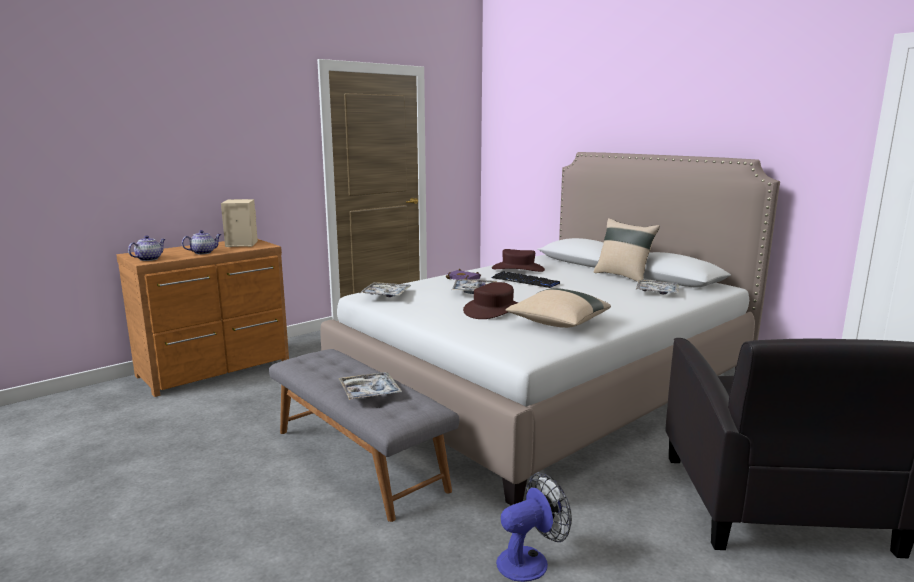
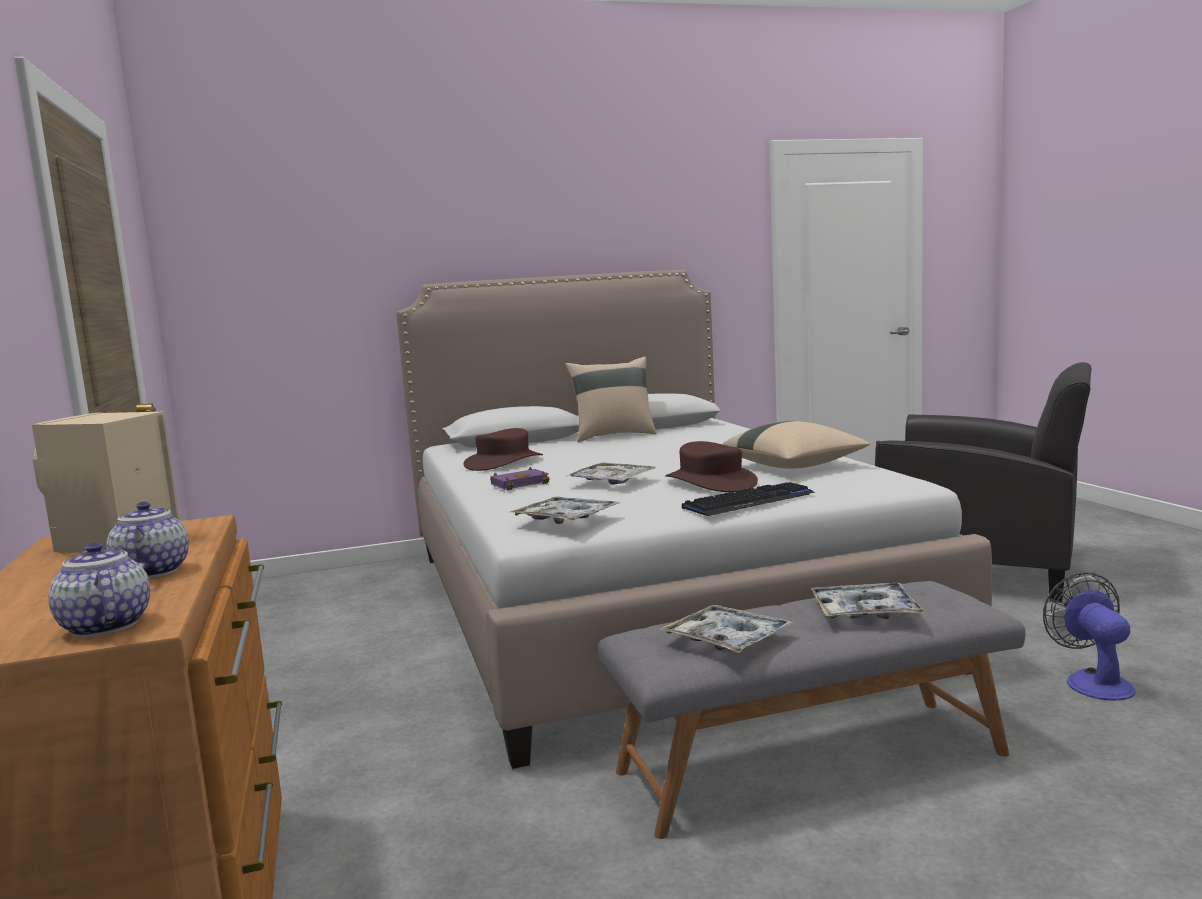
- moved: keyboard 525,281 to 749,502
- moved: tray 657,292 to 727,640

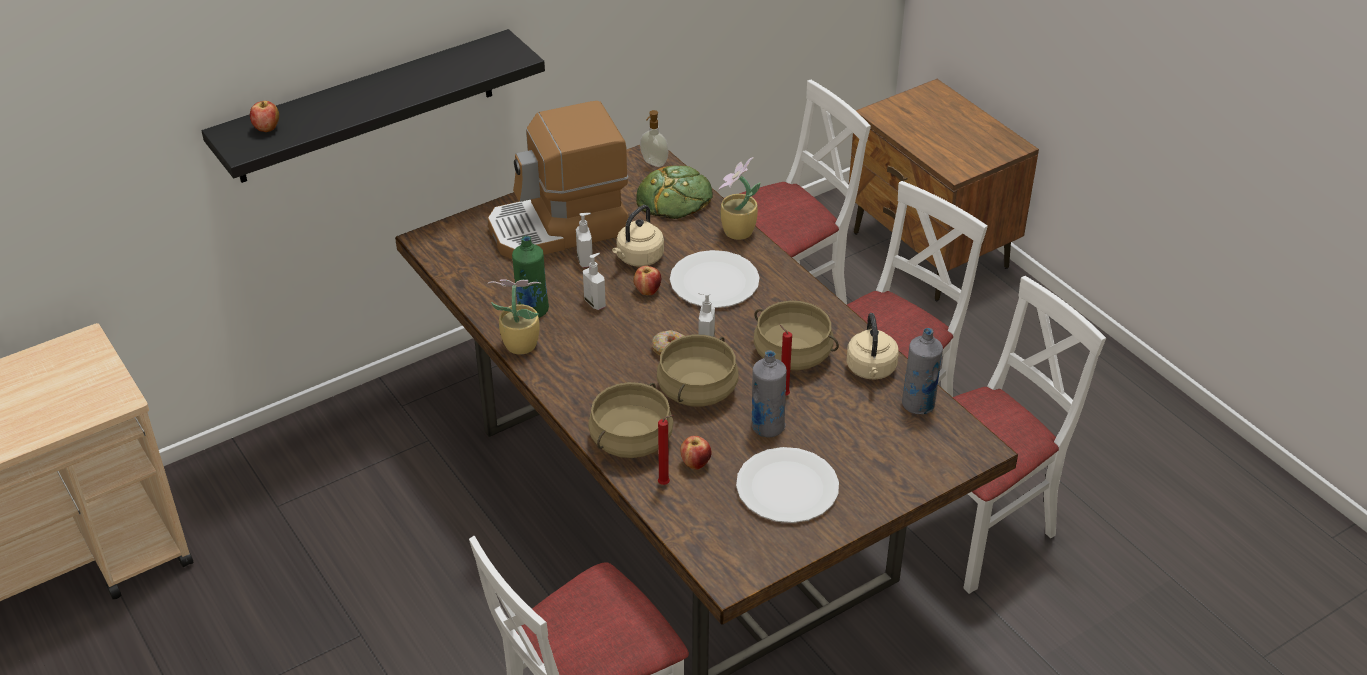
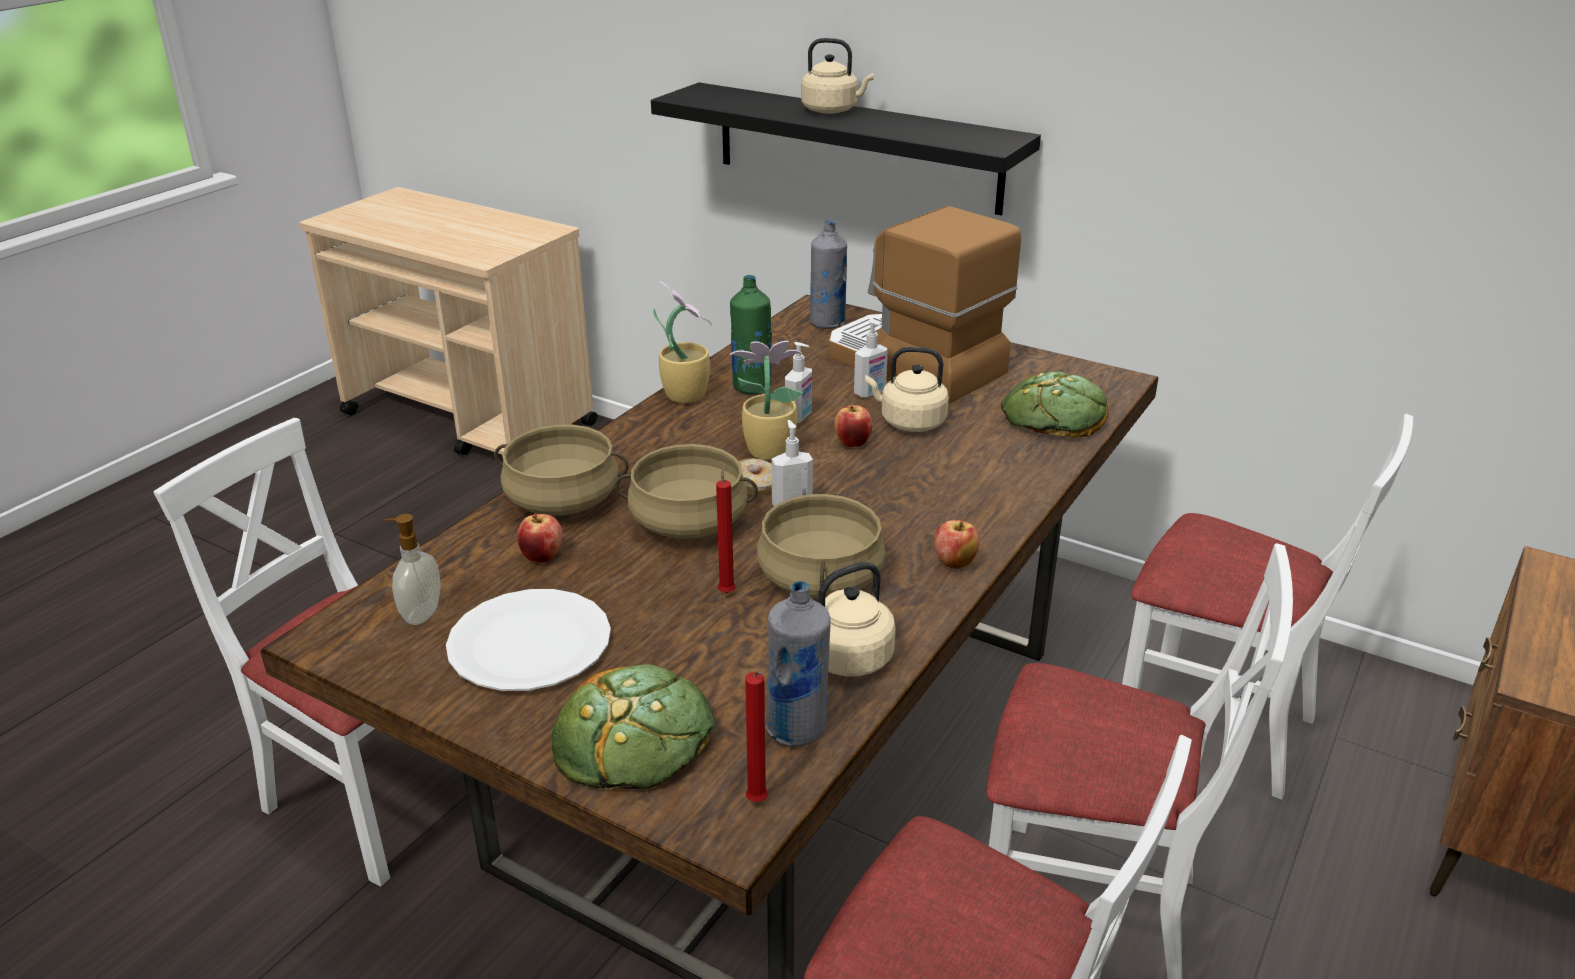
- removed: whitish dinner plate 714,281
- added: bakery bread 634,738
- added: beige-coloured kettle 832,110
- moved: apple fruit 267,128 to 954,563
- moved: soap dispenser 653,163 to 420,613
- moved: red-coloured wax light 665,484 to 758,803
- moved: plant in a pot 737,233 to 767,451
- moved: greyish bottle 767,427 to 827,323

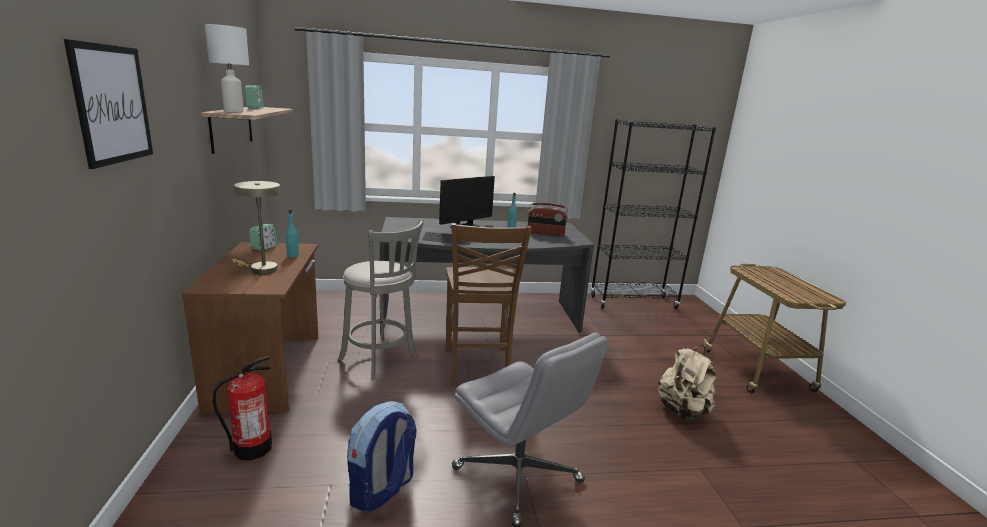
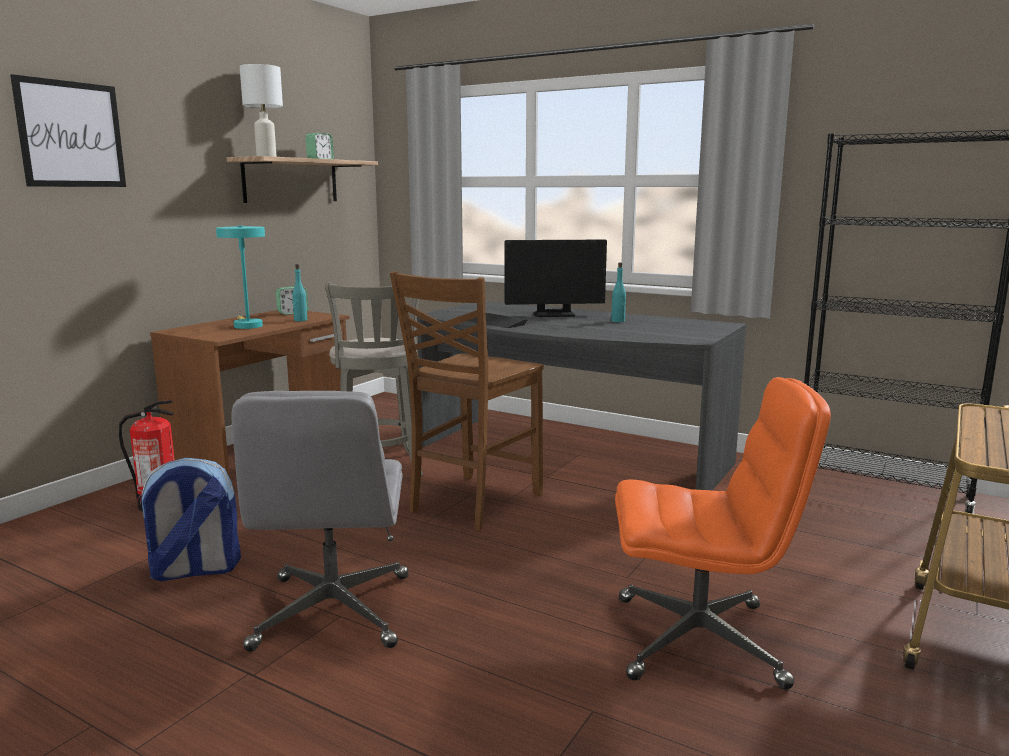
- removed: radio set 545,233
- replaced: beige-coloured knapsack 682,411 to orangey computer chair 700,640
- recoloured: beige-coloured tabletop lamp 260,269 to blue-green tabletop lamp 247,325

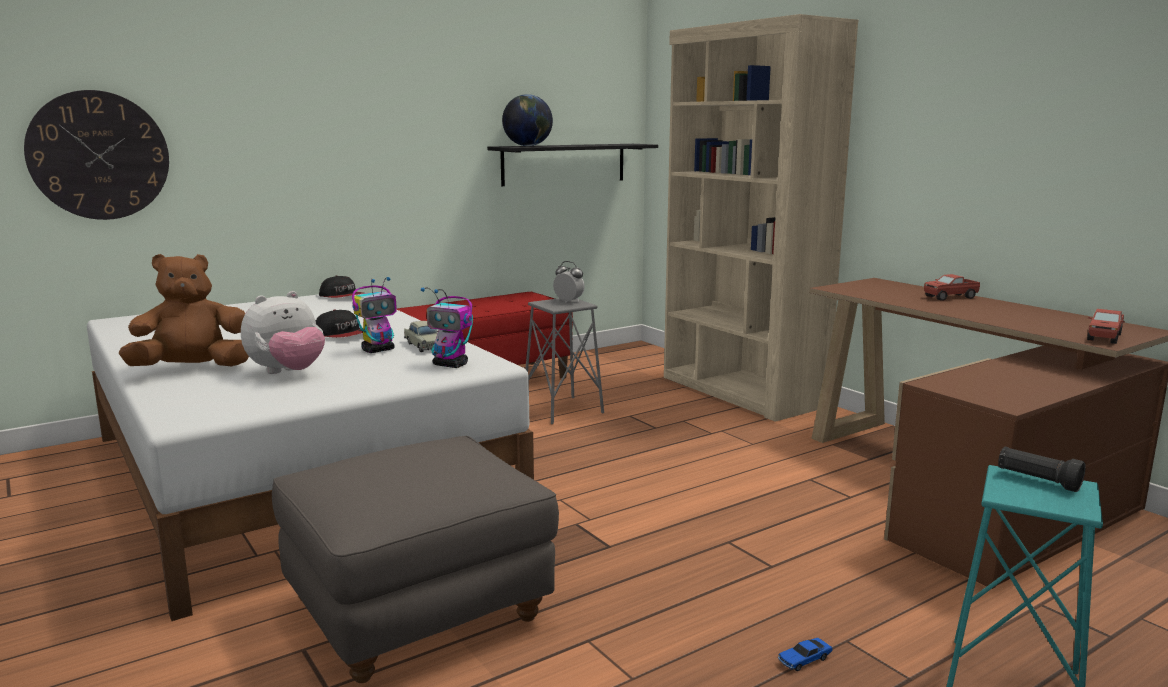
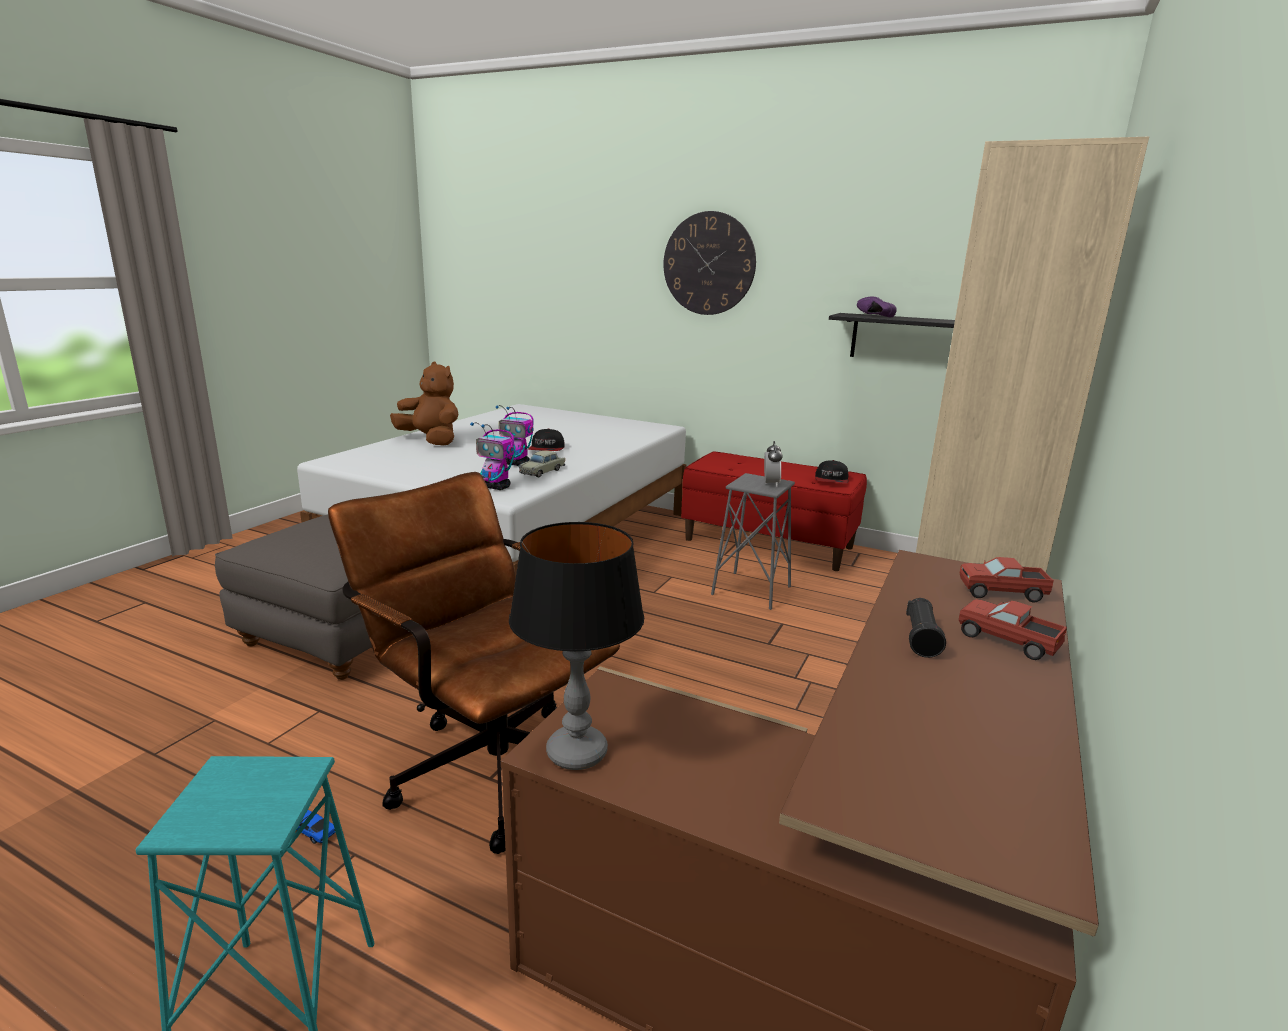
- removed: cuddly toy 288,373
- added: brown-coloured computer chair 486,762
- added: tabletop lamp 576,753
- moved: clock on the wall 99,155 to 709,264
- moved: cap 342,296 to 831,480
- moved: blackish flashlight 1037,480 to 921,638
- moved: model truck 1104,337 to 1001,593
- replaced: globe 528,146 to purple shoe 871,316
- turned: model robot 451,365 = 496,487 60 degrees counterclockwise

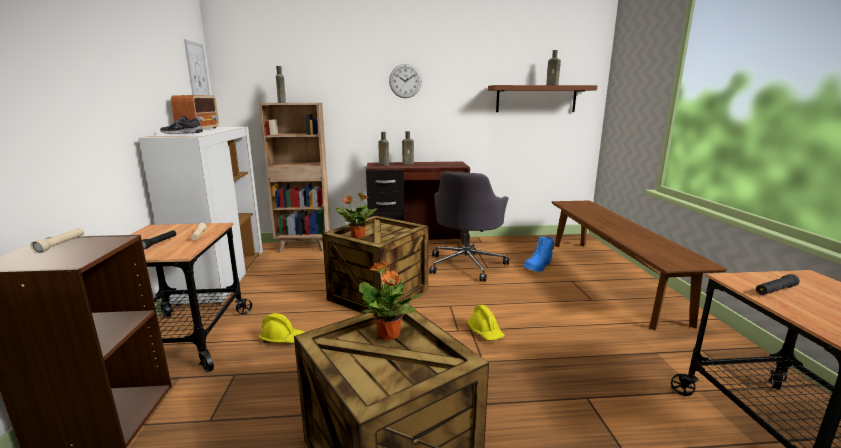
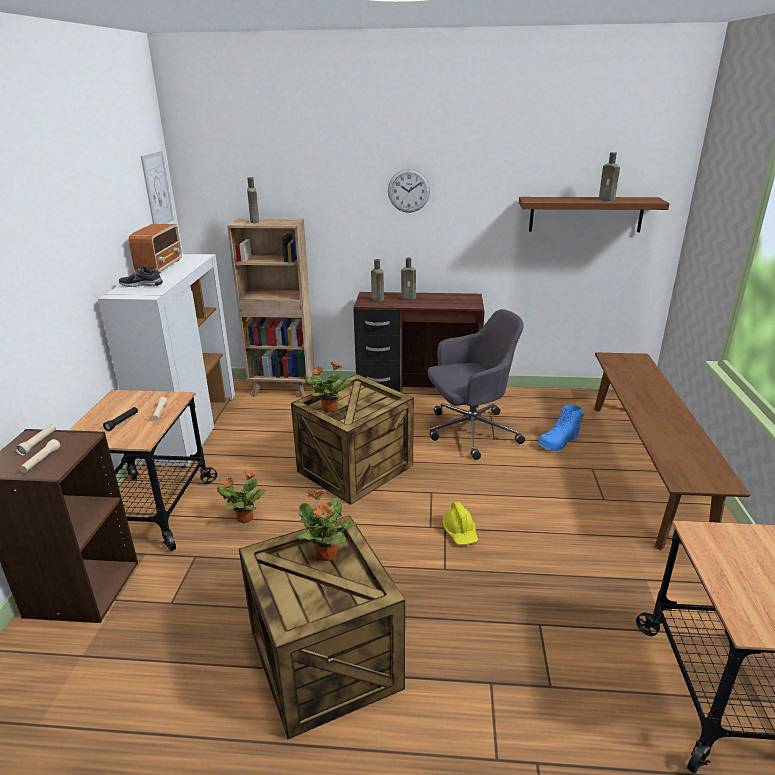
- removed: blackish flashlight 775,290
- added: beige-coloured flashlight 41,461
- replaced: yellowish safety helmet 282,338 to plant in a pot 244,518
- turned: greyish computer chair 467,264 = 470,432 135 degrees counterclockwise

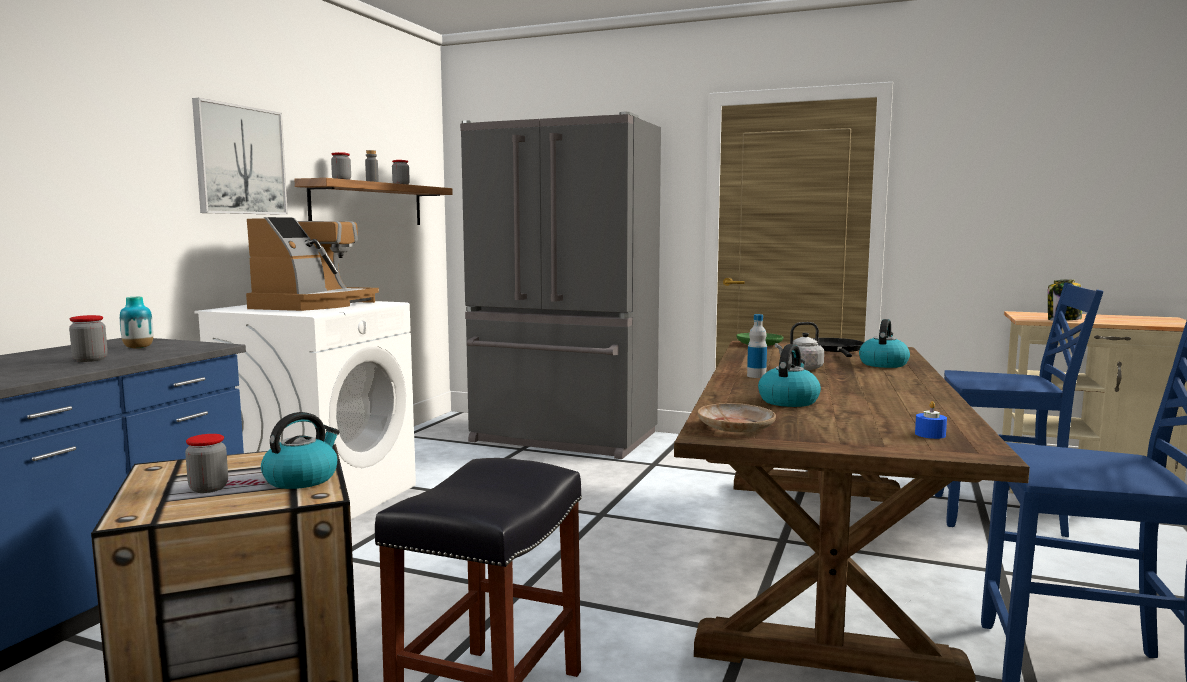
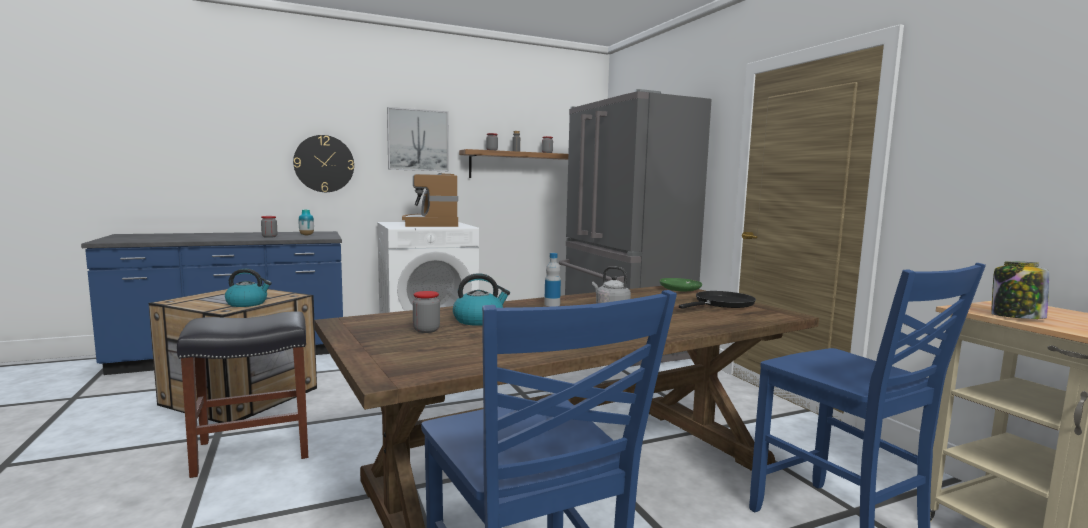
- removed: beige-coloured dinner plate 736,427
- removed: kettle 883,364
- removed: blue-coloured wax light 930,434
- added: clock on the wall 324,163
- moved: jar 208,488 to 426,330
- turned: coffee machine 314,305 = 431,224 105 degrees clockwise

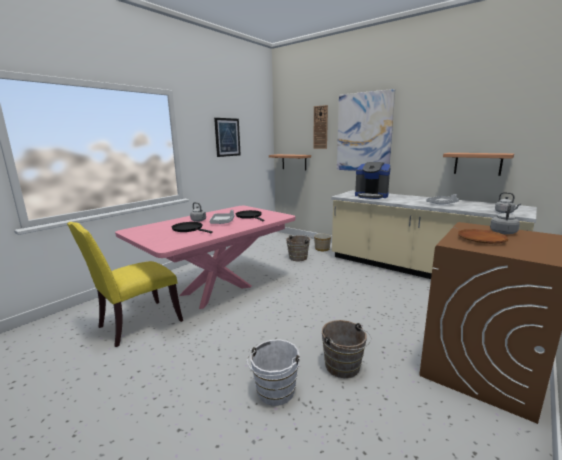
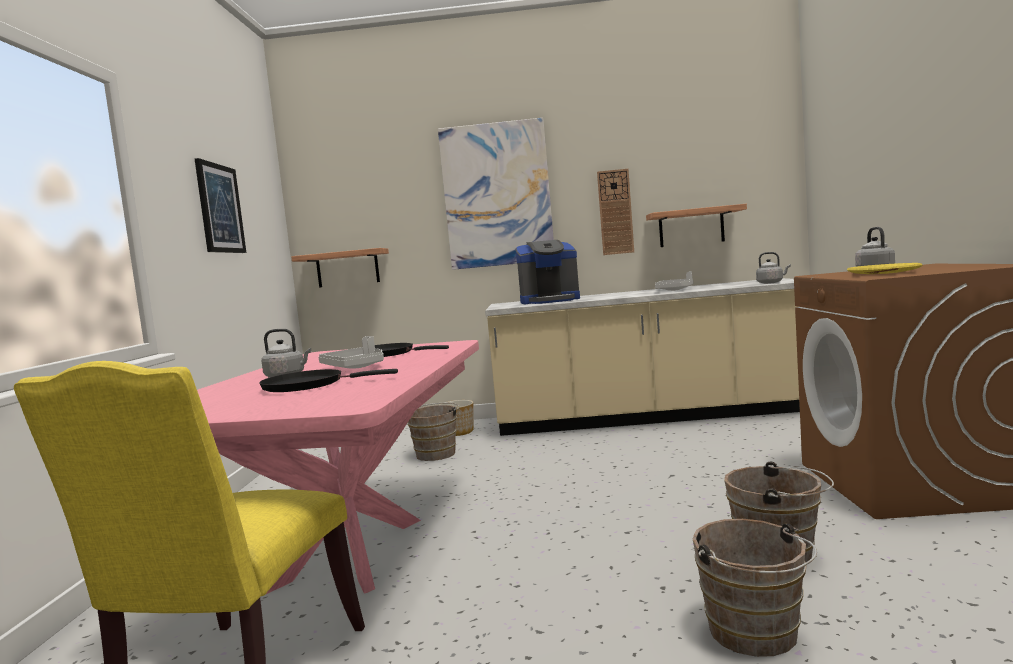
- moved: clock on the wall 320,127 to 615,212
- recoloured: whitish water bucket 274,393 to brown-coloured water bucket 756,635
- recoloured: brown-coloured dinner plate 481,239 to yellowish dinner plate 883,273

